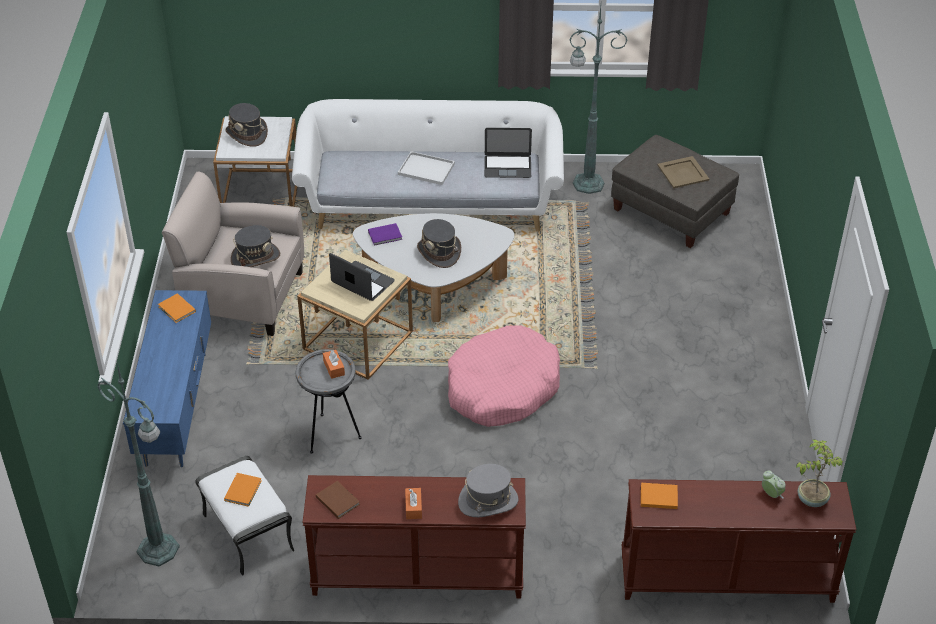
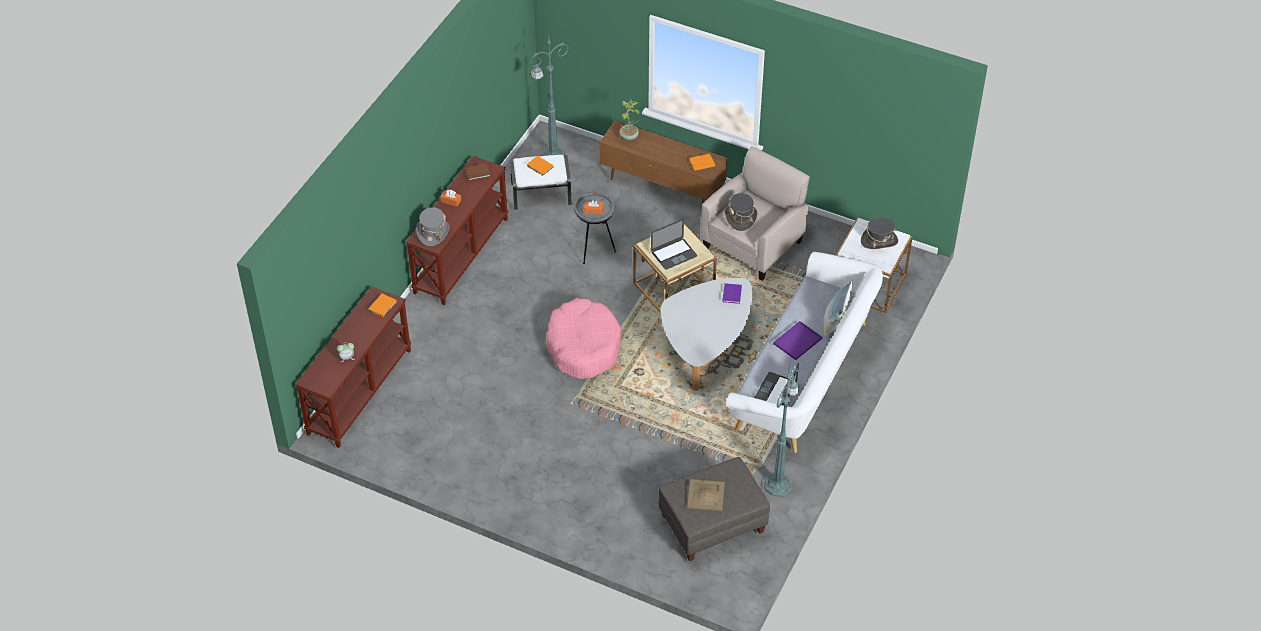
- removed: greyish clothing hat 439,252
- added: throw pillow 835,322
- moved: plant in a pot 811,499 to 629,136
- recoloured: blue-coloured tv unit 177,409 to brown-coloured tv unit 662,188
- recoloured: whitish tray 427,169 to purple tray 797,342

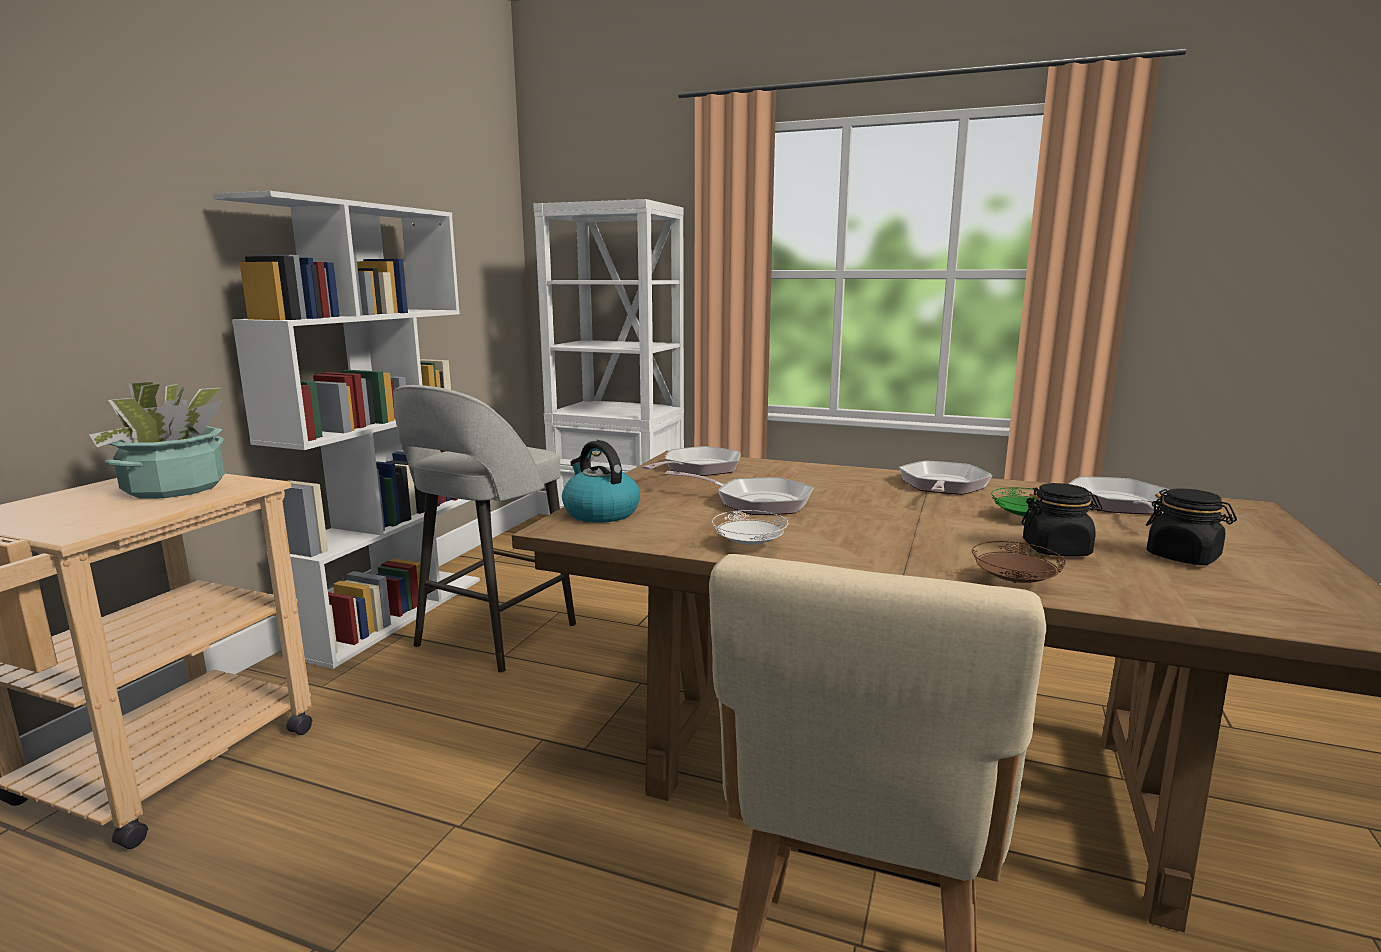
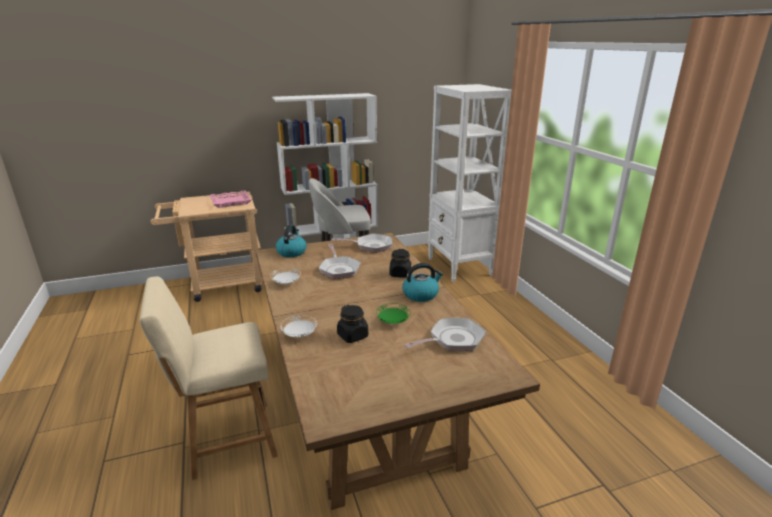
- moved: blackish jar 1183,557 to 400,274
- replaced: plant in a pot 175,488 to pink-coloured tray 231,202
- replaced: skillet 942,486 to kettle 421,294
- recoloured: brown-coloured dinner plate 1014,583 to whitish dinner plate 299,335

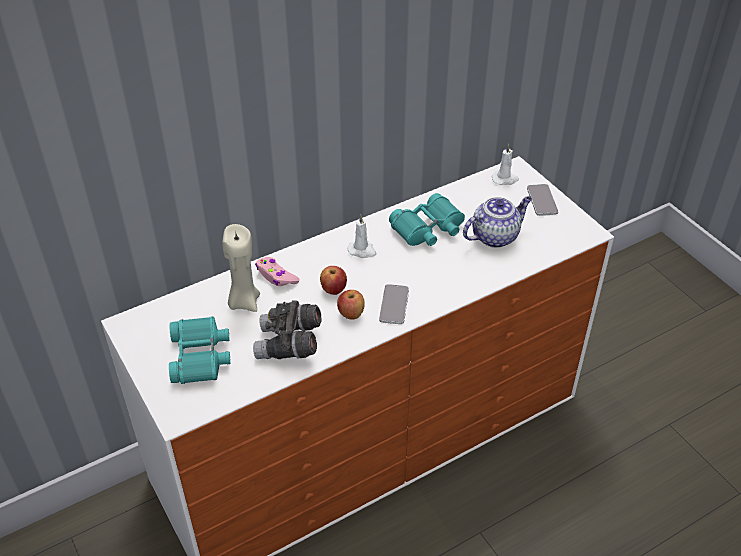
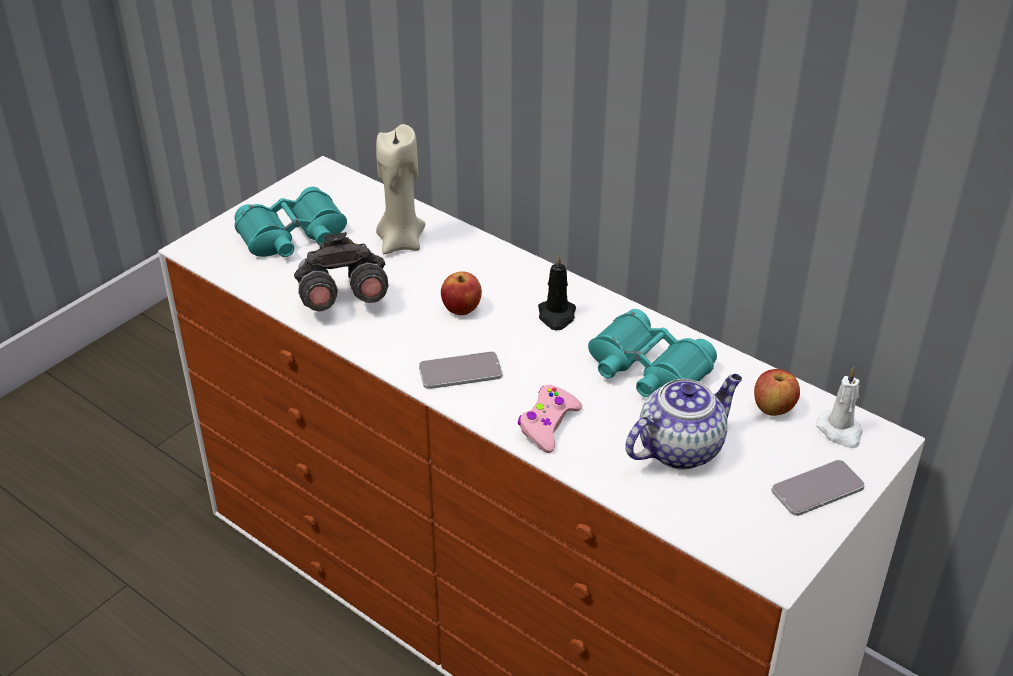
- moved: pink-coloured gamepad 276,276 to 548,425
- moved: apple fruit 351,314 to 773,408
- recoloured: whitish wax light 362,251 to blackish wax light 556,316
- turned: teapot 495,236 = 681,447 75 degrees counterclockwise

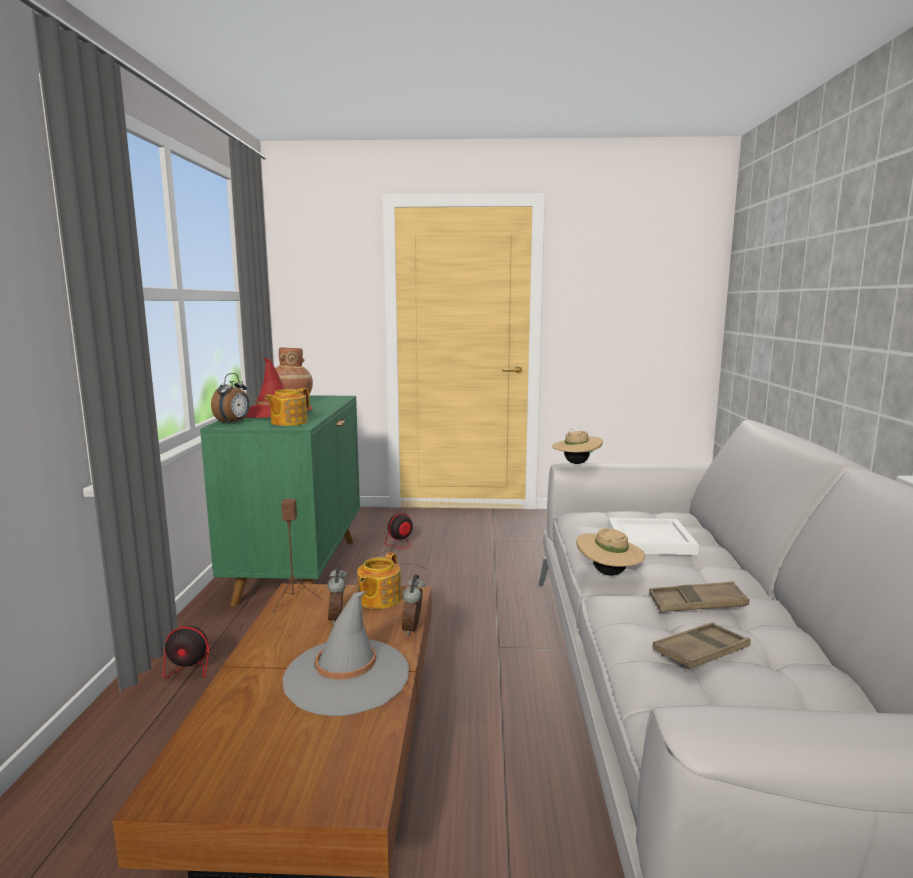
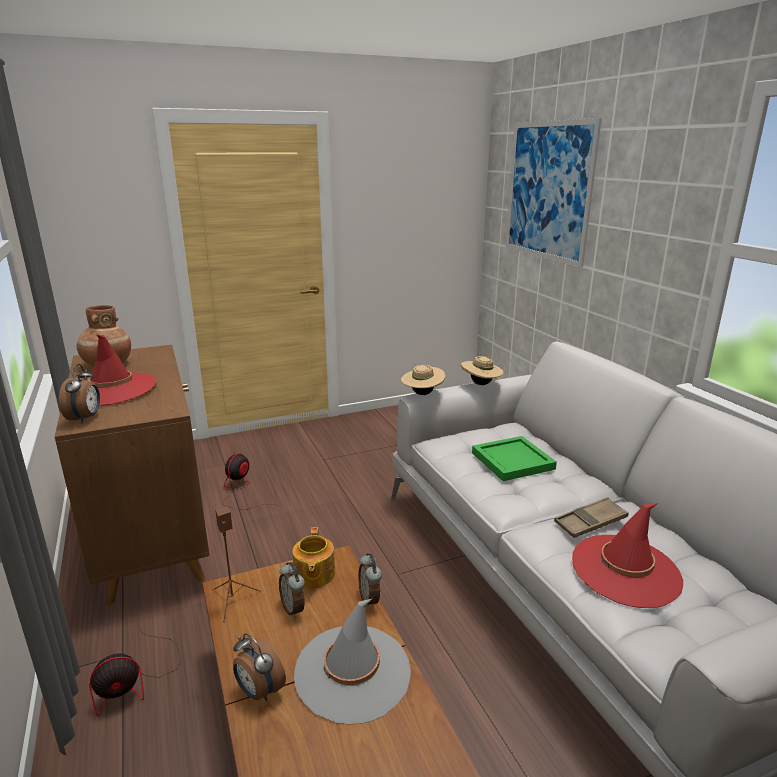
- removed: teapot 288,422
- added: table clock 259,691
- added: picture 548,191
- moved: beige-coloured clothing hat 608,574 to 481,384
- replaced: brown-coloured tray 701,652 to red-coloured clothing hat 625,570
- recoloured: green-coloured cupboard 299,569 to brown-coloured cupboard 153,538
- recoloured: whitish tray 651,540 to green-coloured tray 514,461

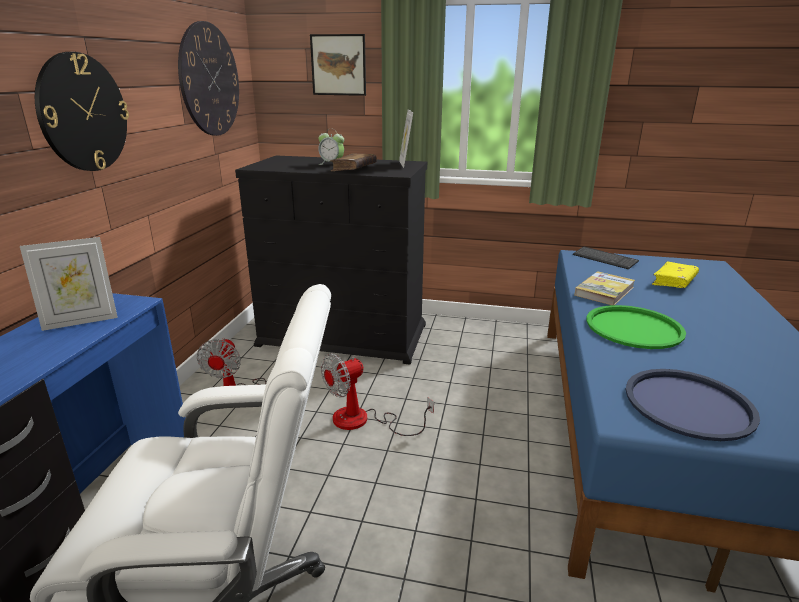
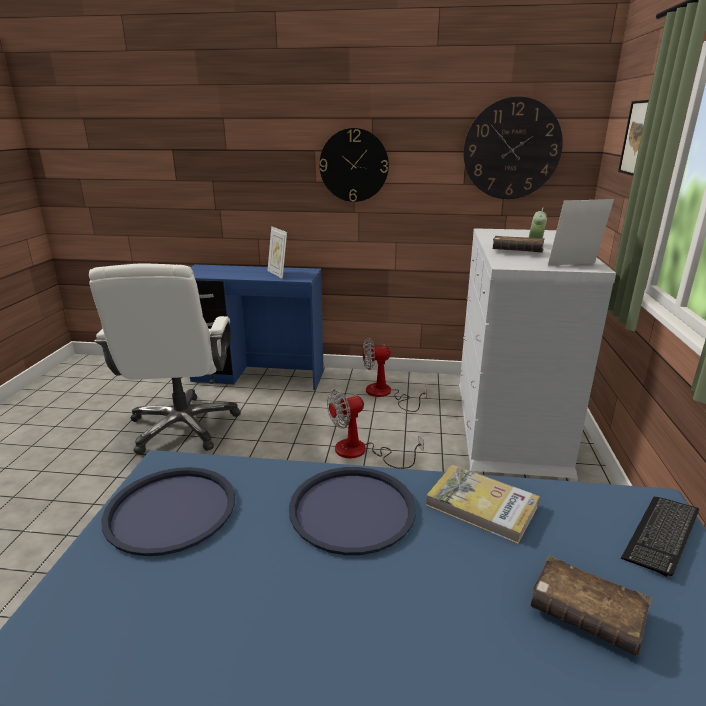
- recoloured: blackish dresser 344,335 to whitish dresser 508,427
- recoloured: green-coloured tray 633,328 to blue-coloured tray 352,510
- recoloured: yellowish bound book 674,282 to brown-coloured bound book 586,614
- turned: fan 363,421 = 361,452 75 degrees counterclockwise

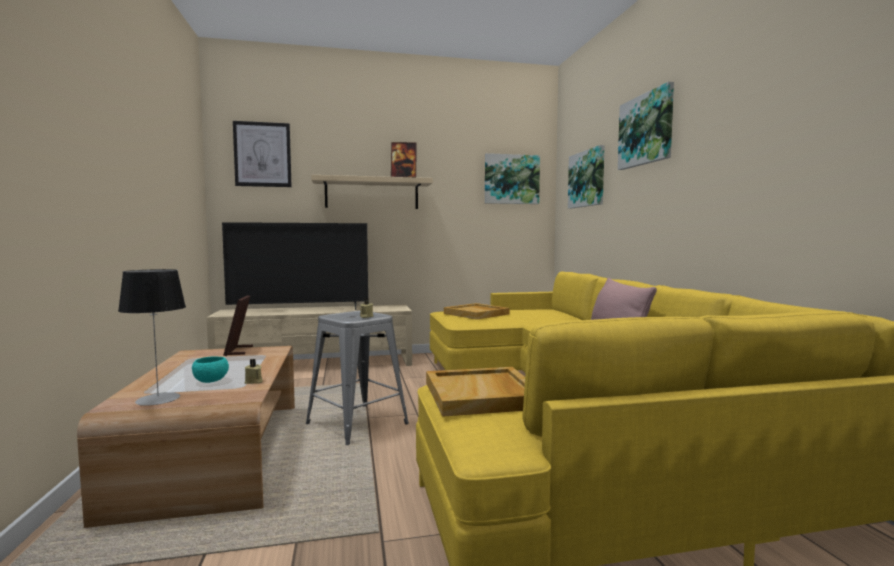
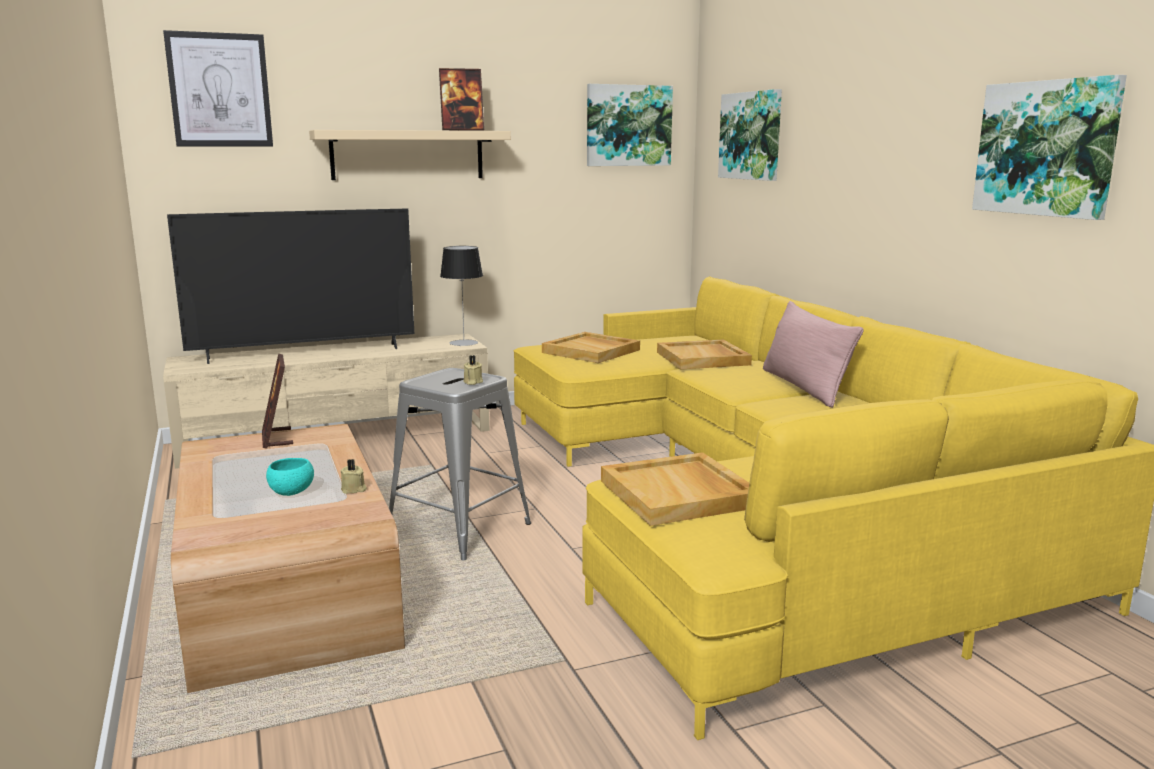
- added: beige-coloured tray 703,358
- moved: tabletop lamp 158,399 to 464,343
- moved: picture 646,129 to 1047,148

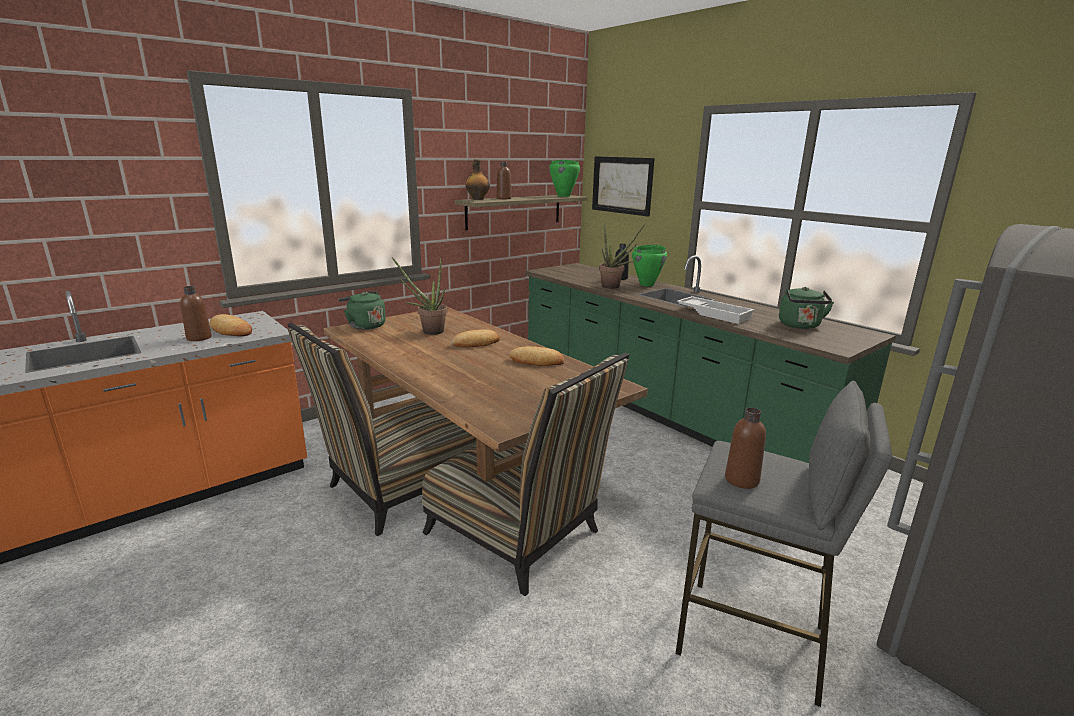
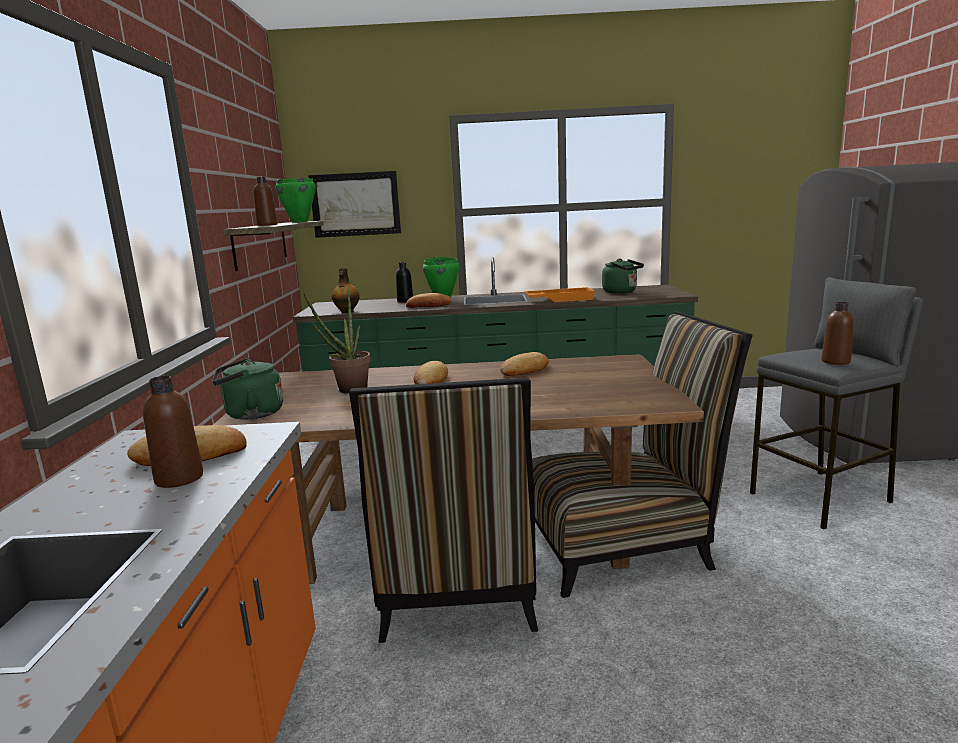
- moved: bottle 477,199 to 347,312
- replaced: plant in a pot 614,287 to bakery bread 428,305
- recoloured: whitish tray 714,314 to orangey tray 559,299

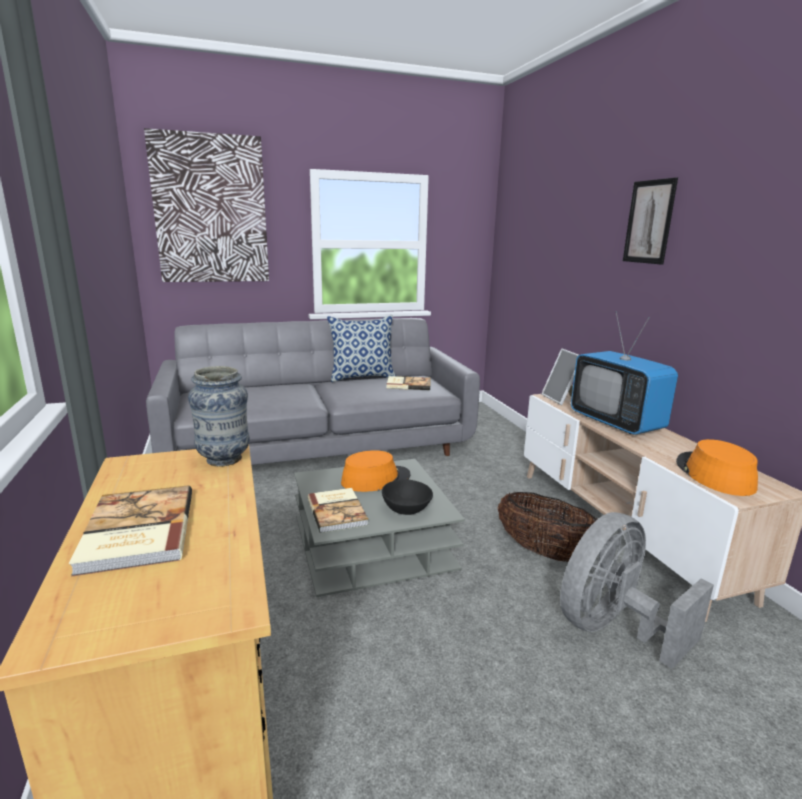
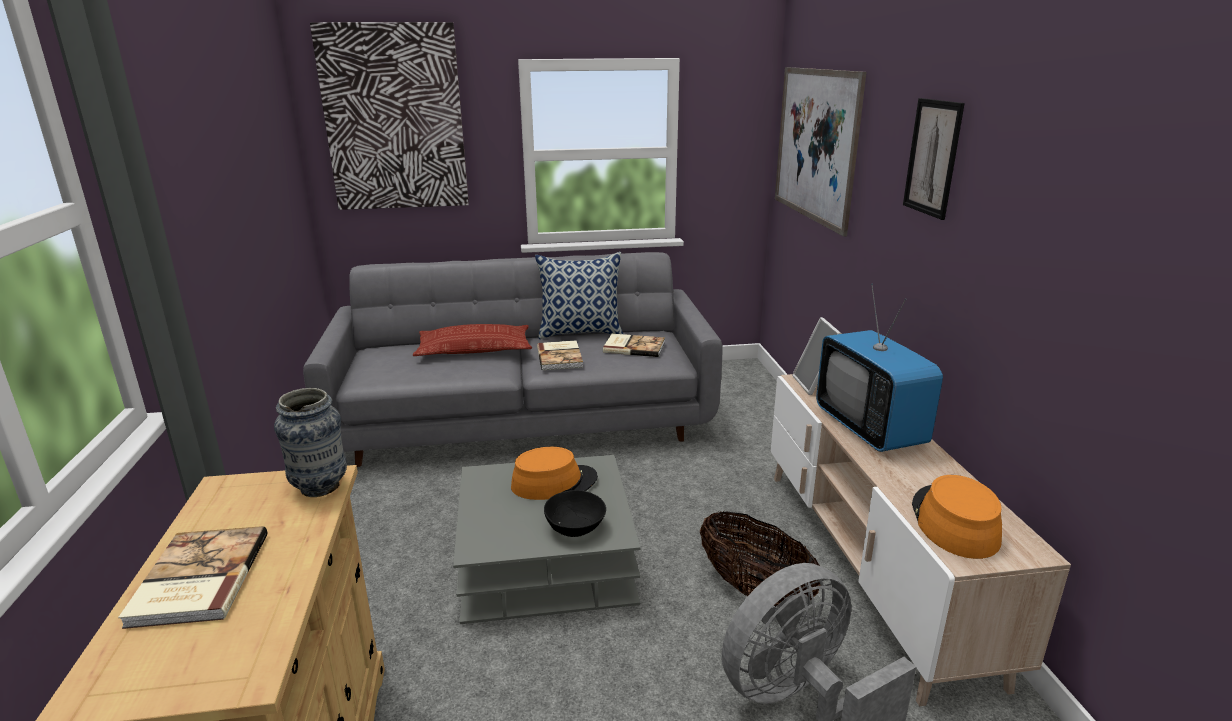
- added: throw pillow 474,349
- added: picture 815,145
- moved: bound book 338,511 to 560,357

